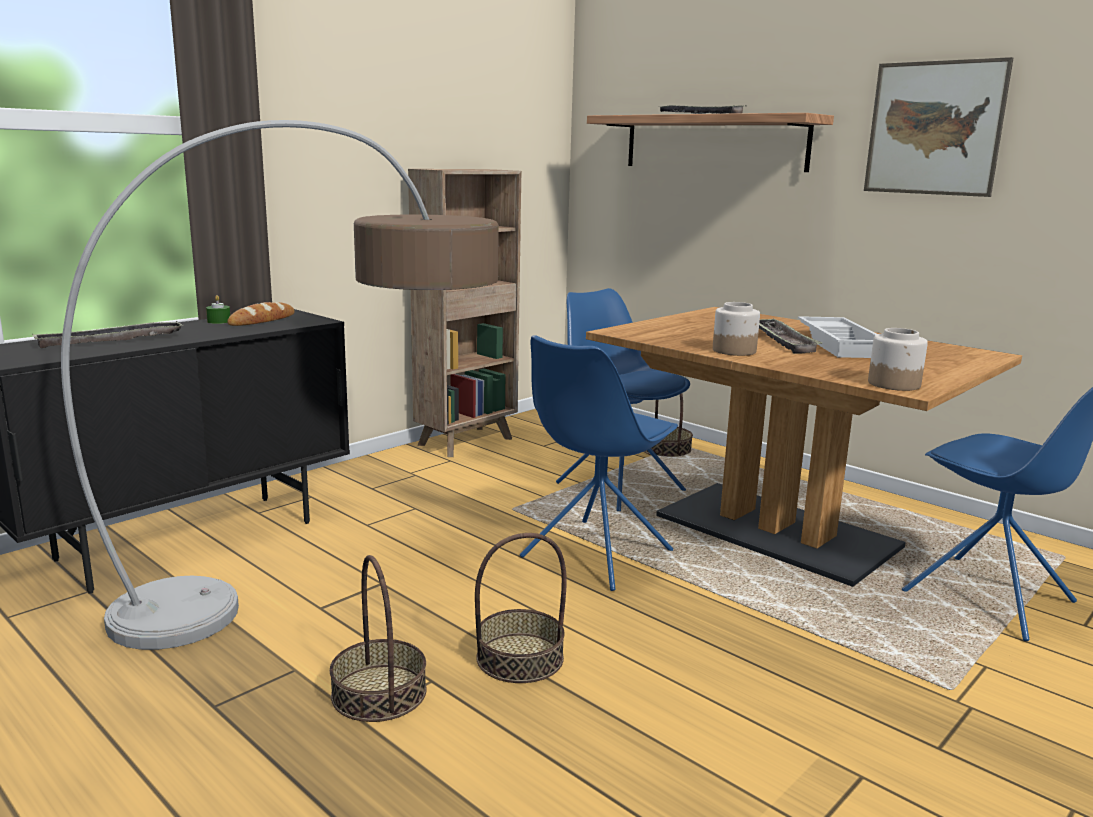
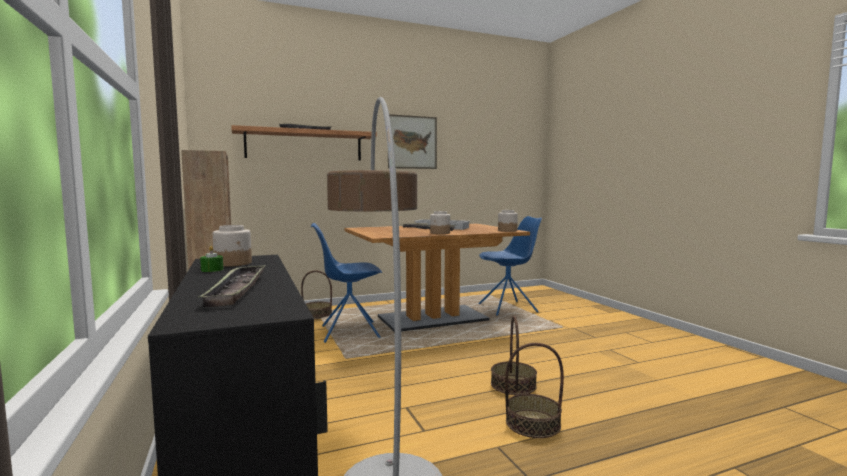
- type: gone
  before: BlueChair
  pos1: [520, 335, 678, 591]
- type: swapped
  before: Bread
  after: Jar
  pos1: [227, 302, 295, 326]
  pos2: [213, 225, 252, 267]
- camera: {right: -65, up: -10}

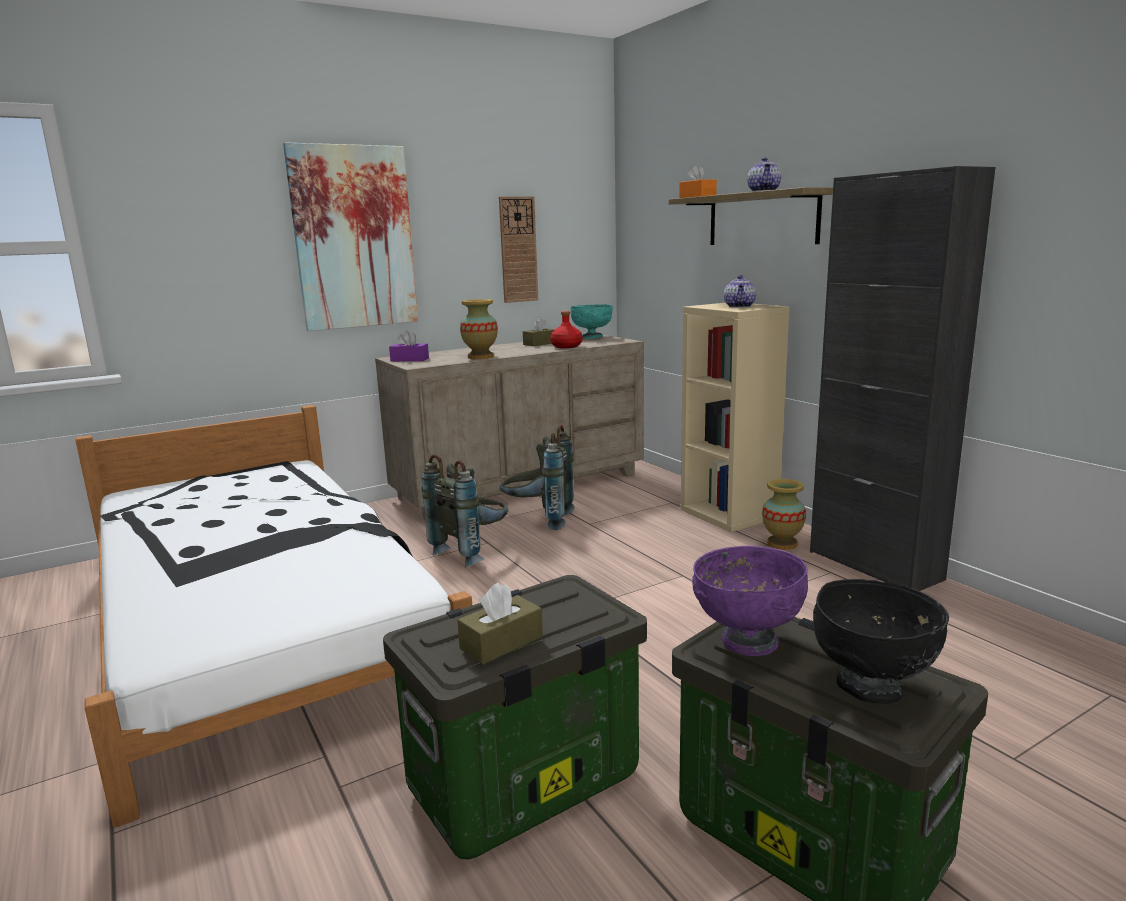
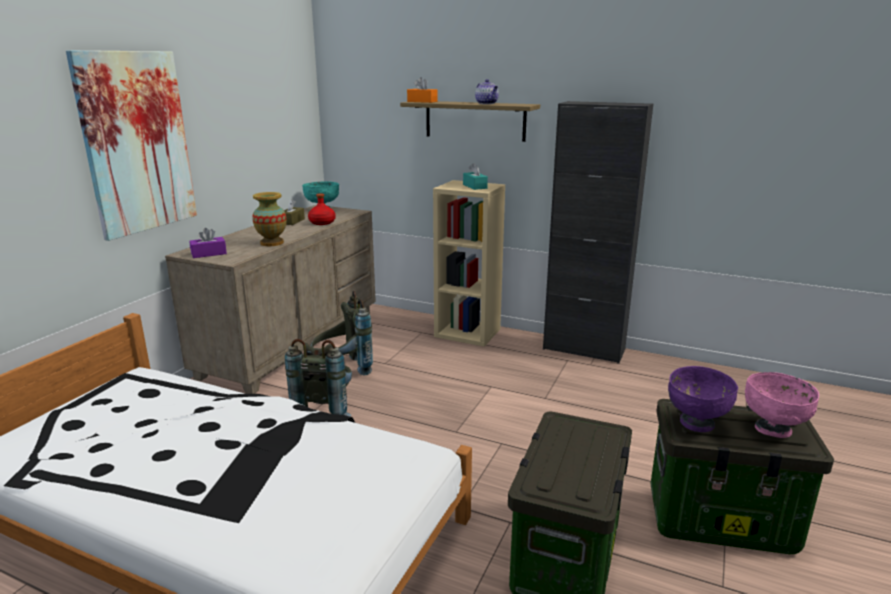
- type: gone
  before: BrownTissueBox
  pos1: [457, 583, 543, 665]
- type: gone
  before: WallClock
  pos1: [499, 196, 538, 303]
- type: gone
  before: Vase
  pos1: [762, 479, 806, 550]
- type: swapped
  before: Teapot
  after: TurquoiseTissueBox
  pos1: [724, 275, 756, 308]
  pos2: [463, 163, 488, 190]
- type: repainted
  before: BlackBowl
  after: PinkBowl
  pos1: [813, 579, 949, 704]
  pos2: [745, 372, 819, 438]
- camera: {right: -35, up: 5}

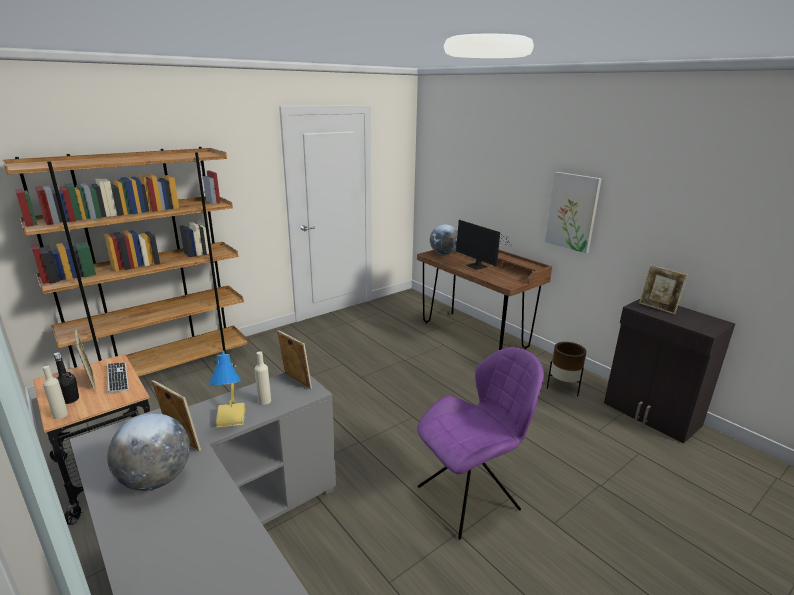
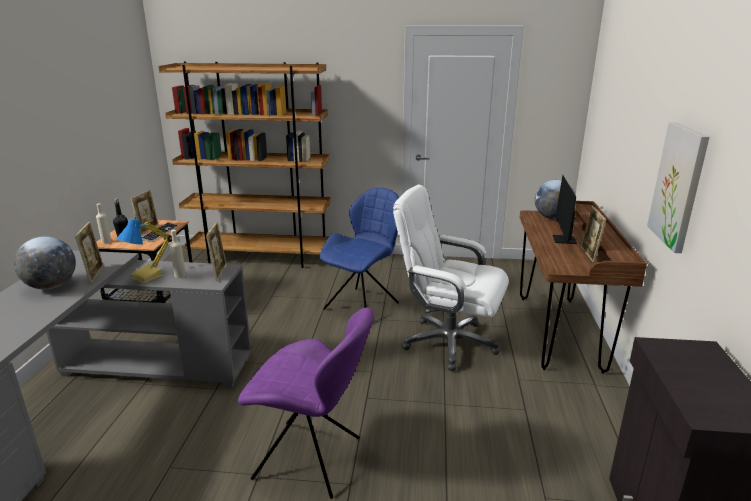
- type: gone
  before: BrownPlanter
  pos1: [547, 342, 587, 397]
- type: new
  after: BlueChair
  pos2: [320, 188, 399, 310]
- type: new
  after: WhiteOfficeChair
  pos2: [393, 185, 509, 371]
- type: shifted
  before: PictureFrame
  pos1: [639, 265, 688, 314]
  pos2: [581, 206, 606, 263]
- camera: {right: 45, up: 0}

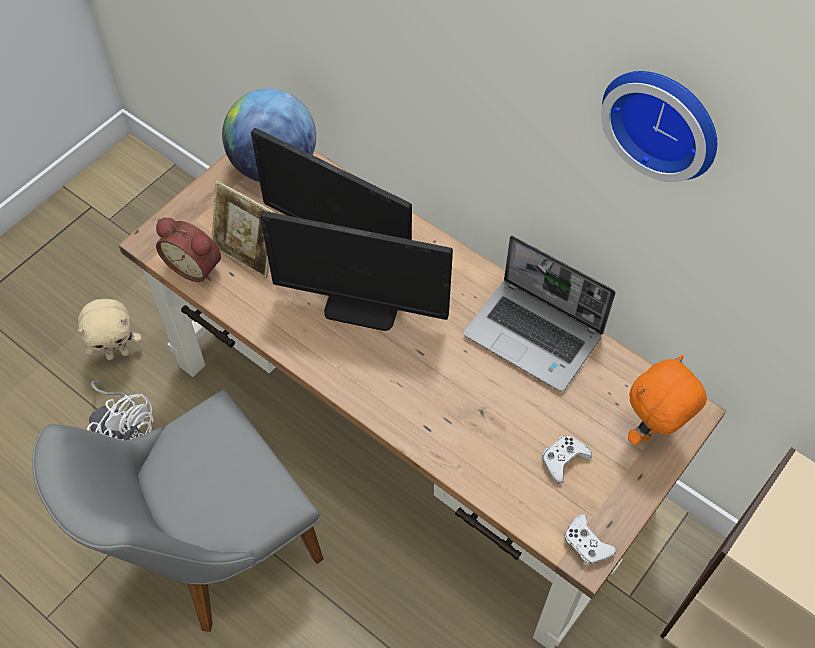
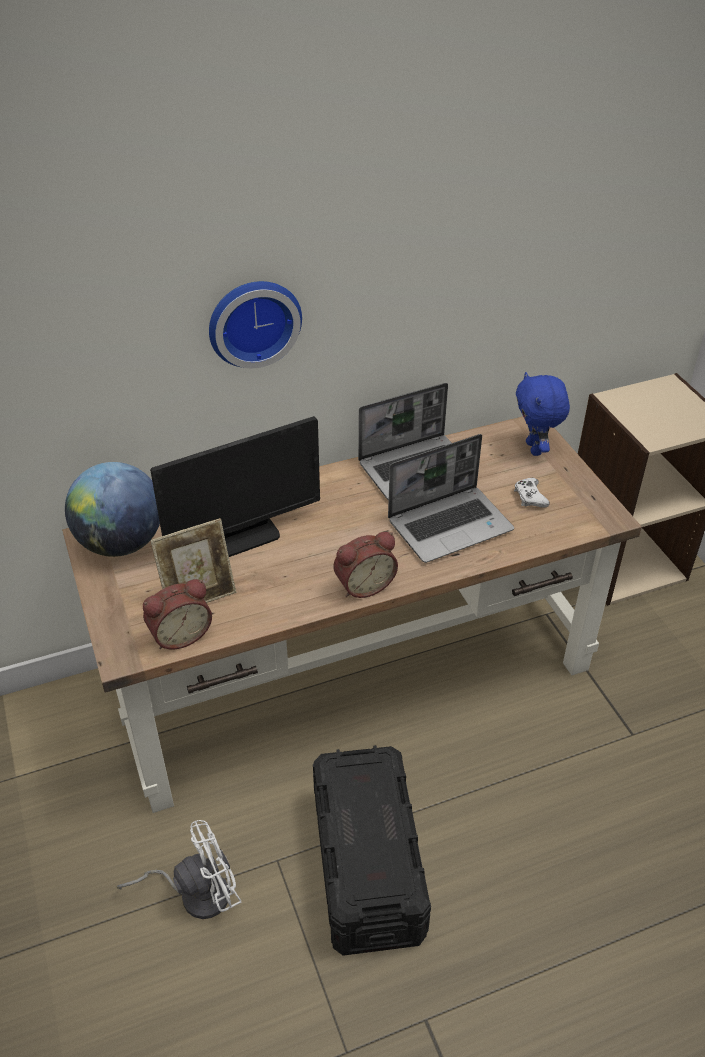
- type: gone
  before: BeigePlushToy
  pos1: [78, 299, 142, 360]
- type: gone
  before: Monitor
  pos1: [260, 211, 453, 331]
- type: gone
  before: WhiteGameController
  pos1: [564, 514, 616, 565]
- type: new
  after: AlarmClock
  pos2: [333, 532, 398, 598]
- type: new
  after: Laptop
  pos2: [388, 434, 514, 563]
- type: shifted
  before: WallClock
  pos1: [601, 71, 717, 182]
  pos2: [209, 281, 302, 368]
- type: swapped
  before: GreyChair
  after: BlackStorageBox
  pos1: [32, 389, 324, 632]
  pos2: [313, 745, 431, 956]
- type: repainted
  before: OrangePlushToy
  after: BluePlushToy
  pos1: [628, 355, 707, 445]
  pos2: [516, 372, 570, 456]
- camera: {right: -60, up: -15}

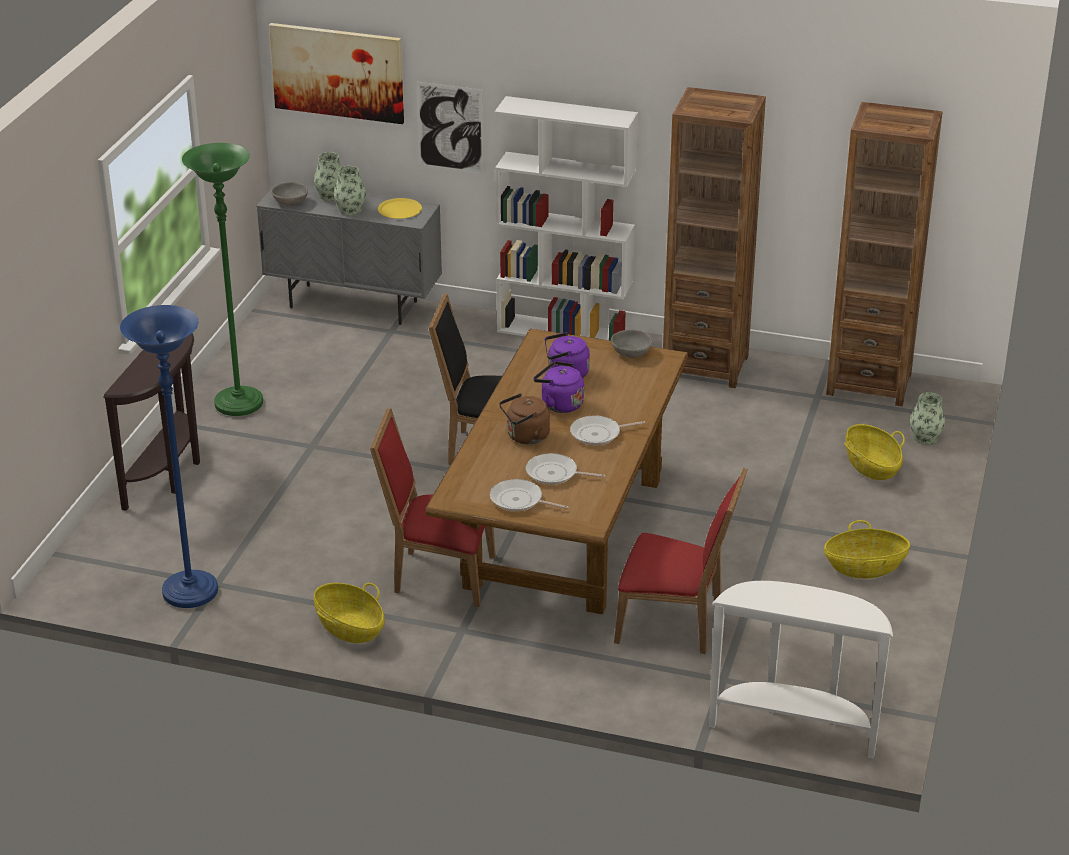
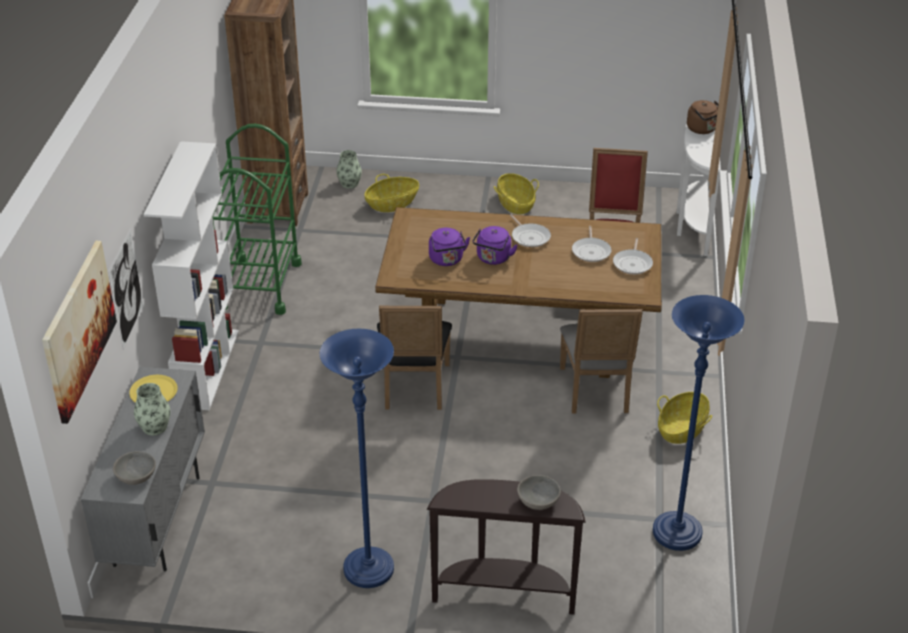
- type: gone
  before: Vase
  pos1: [314, 152, 342, 201]
- type: shifted
  before: BrownKettle
  pos1: [499, 393, 550, 444]
  pos2: [687, 100, 719, 134]
- type: shifted
  before: GreyBowl
  pos1: [611, 329, 652, 358]
  pos2: [517, 475, 561, 510]
- type: swapped
  before: BrownBookcase
  after: GreenCart
  pos1: [663, 87, 766, 388]
  pos2: [213, 124, 302, 315]
- type: repainted
  before: GreenFloorLamp
  after: BlueFloorLamp
  pos1: [182, 143, 263, 416]
  pos2: [320, 329, 394, 588]
- type: repainted
  before: RedChair
  after: GreyChair
  pos1: [370, 408, 496, 607]
  pos2: [560, 309, 643, 413]
- camera: {right: -100, up: 5}

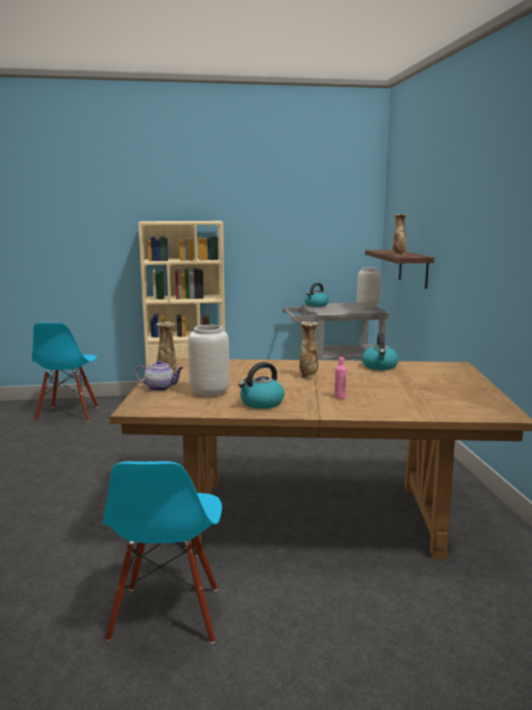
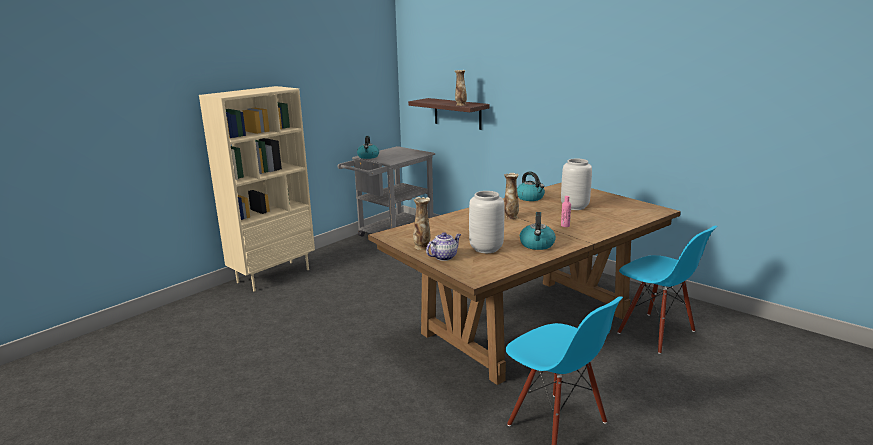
- type: shifted
  before: BlueChair
  pos1: [32, 323, 99, 422]
  pos2: [617, 226, 717, 354]
- type: shifted
  before: GreyVase
  pos1: [357, 267, 381, 308]
  pos2: [561, 159, 592, 210]
- camera: {right: -40, up: 5}

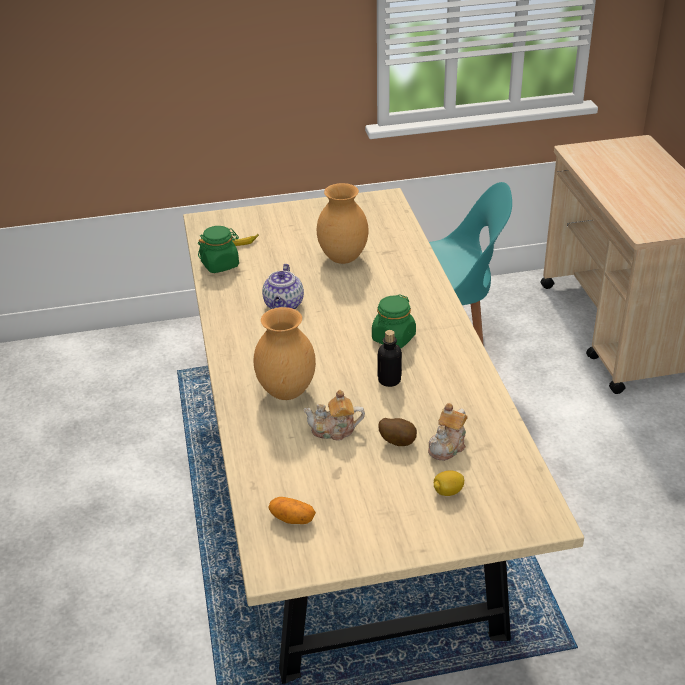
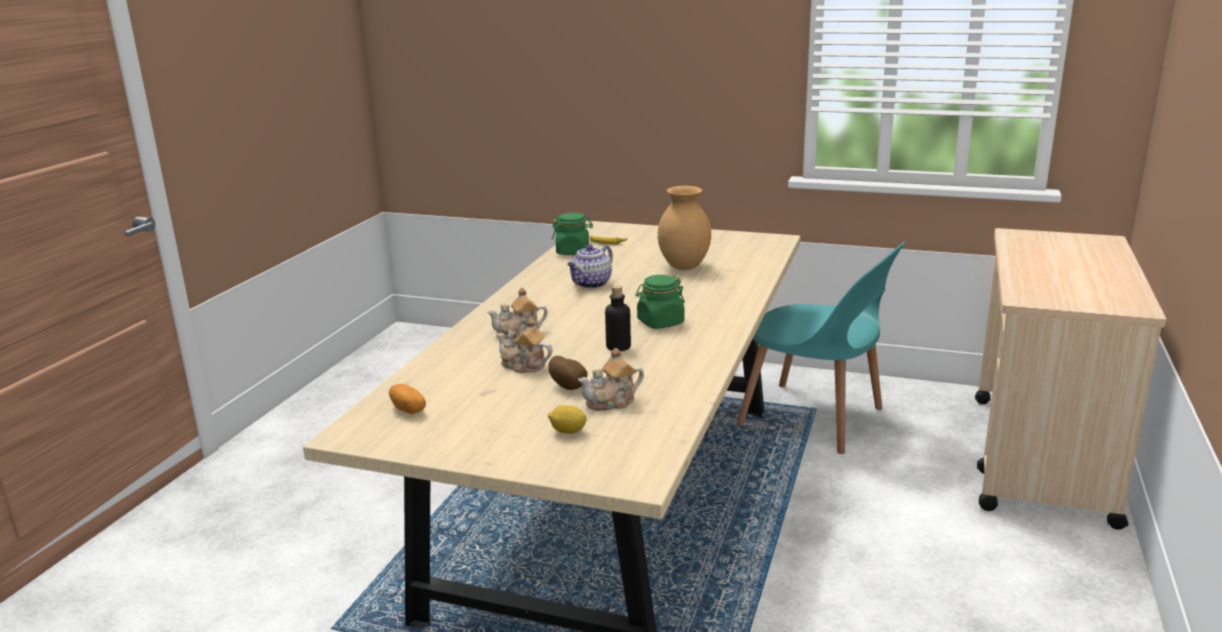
- type: swapped
  before: BrownVase
  after: Teapot
  pos1: [254, 307, 316, 400]
  pos2: [488, 288, 548, 339]
- camera: {right: 30, up: -15}

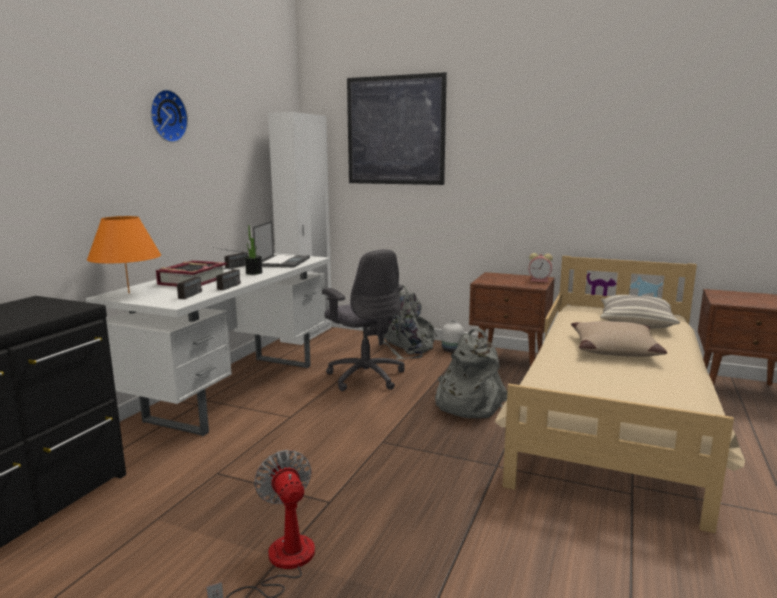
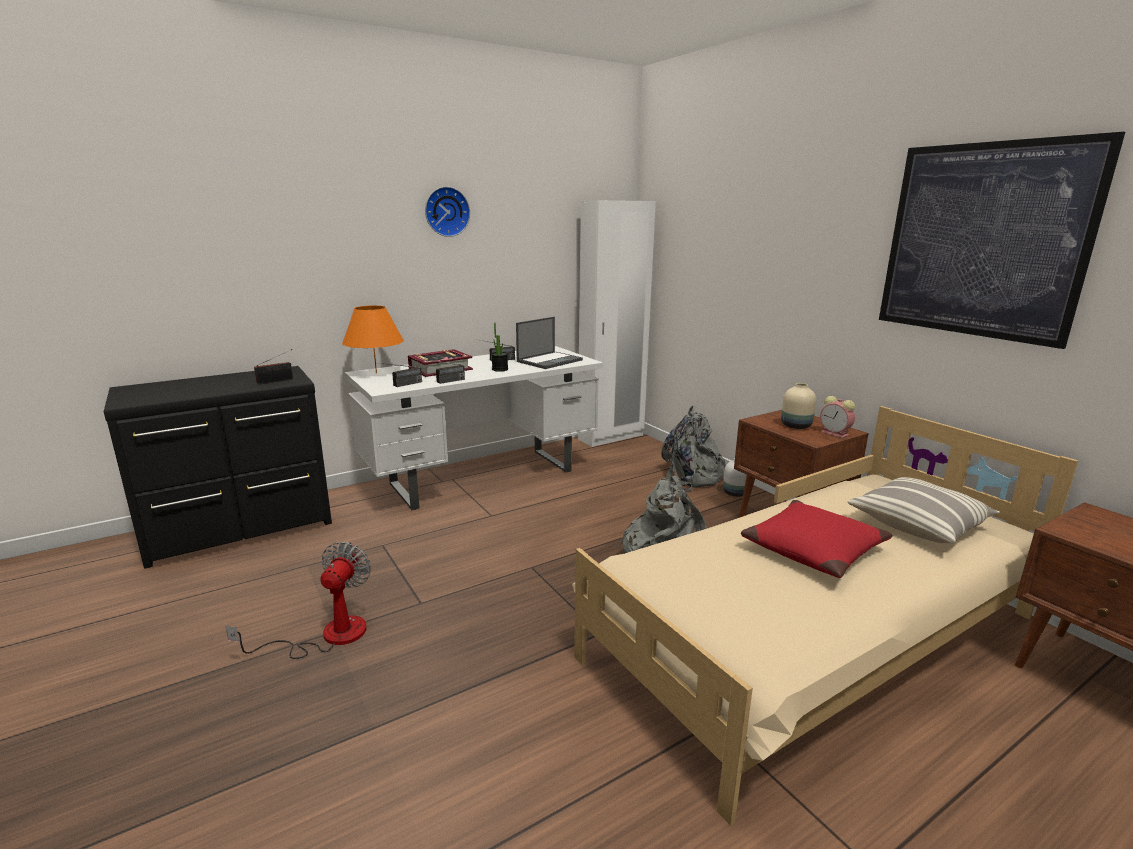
- type: gone
  before: GreyOfficeChair
  pos1: [322, 249, 405, 391]
- type: new
  after: Radio
  pos2: [254, 349, 293, 384]
- type: new
  after: BeigeVase
  pos2: [781, 383, 816, 429]
- type: shifted
  before: Picture
  pos1: [347, 72, 447, 185]
  pos2: [879, 132, 1125, 349]
- type: repainted
  before: BeigePillow
  after: RedPillow
  pos1: [571, 321, 667, 357]
  pos2: [741, 500, 892, 578]
- camera: {right: 35, up: 5}

